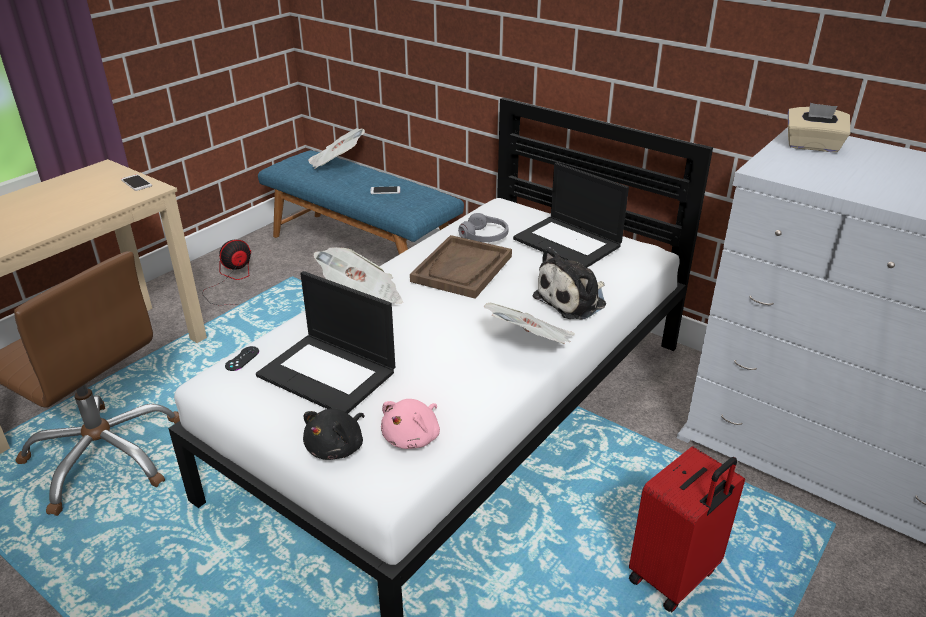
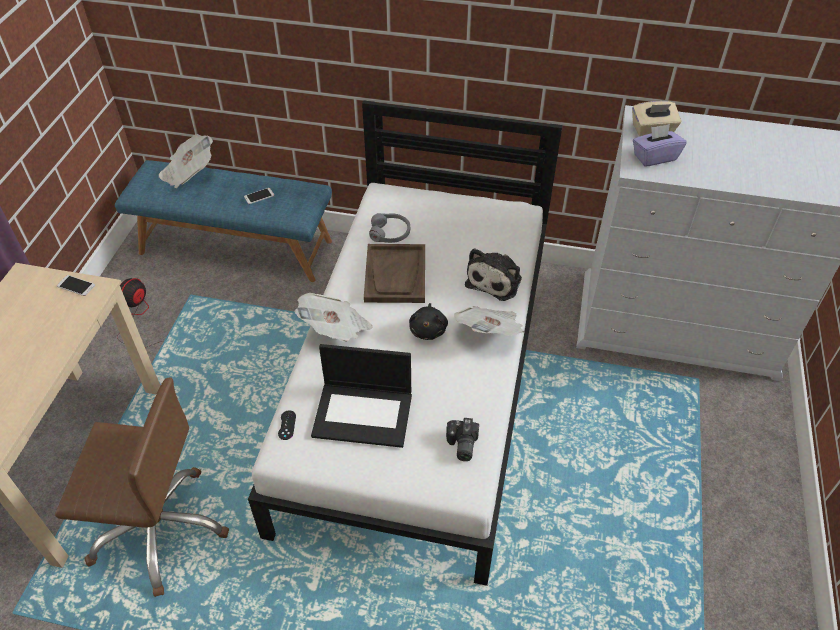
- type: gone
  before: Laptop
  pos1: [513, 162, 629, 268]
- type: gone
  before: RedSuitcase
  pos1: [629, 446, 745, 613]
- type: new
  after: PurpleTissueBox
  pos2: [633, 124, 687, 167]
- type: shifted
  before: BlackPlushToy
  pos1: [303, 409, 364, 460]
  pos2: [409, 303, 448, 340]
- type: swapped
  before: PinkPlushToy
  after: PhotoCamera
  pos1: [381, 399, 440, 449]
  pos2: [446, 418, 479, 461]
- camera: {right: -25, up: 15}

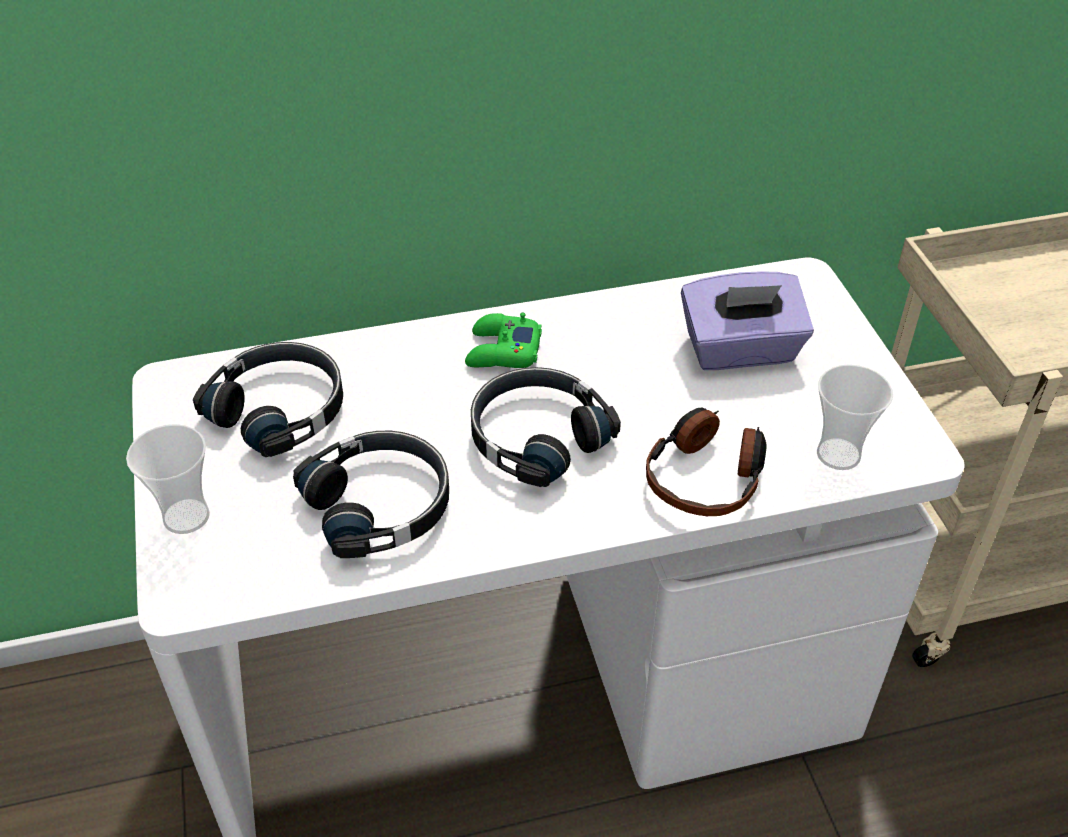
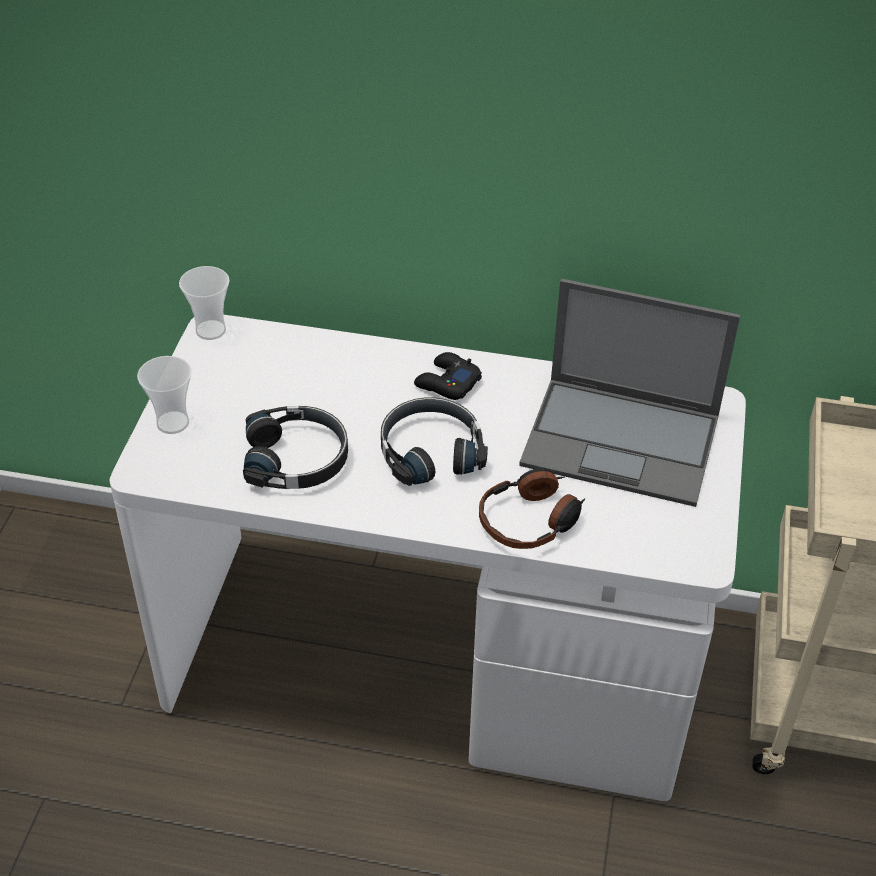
- type: gone
  before: BlackHeadphones
  pos1: [193, 342, 343, 457]
- type: shifted
  before: Cup
  pos1: [817, 364, 893, 470]
  pos2: [179, 266, 229, 340]
- type: swapped
  before: PurpleTissueBox
  after: Laptop
  pos1: [681, 271, 814, 370]
  pos2: [519, 279, 740, 507]
- type: repainted
  before: GreenGameController
  after: BlackGameController
  pos1: [465, 313, 542, 368]
  pos2: [414, 352, 482, 400]
- camera: {right: 25, up: 0}

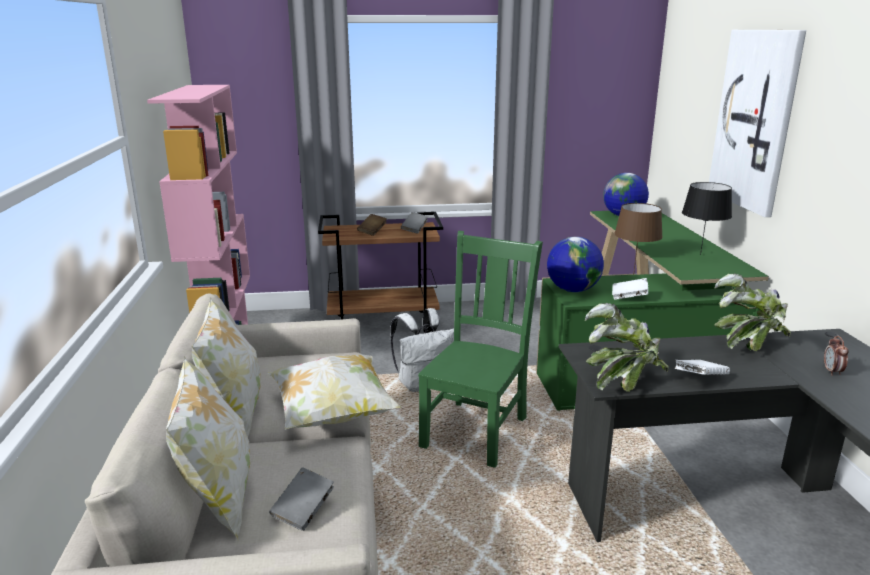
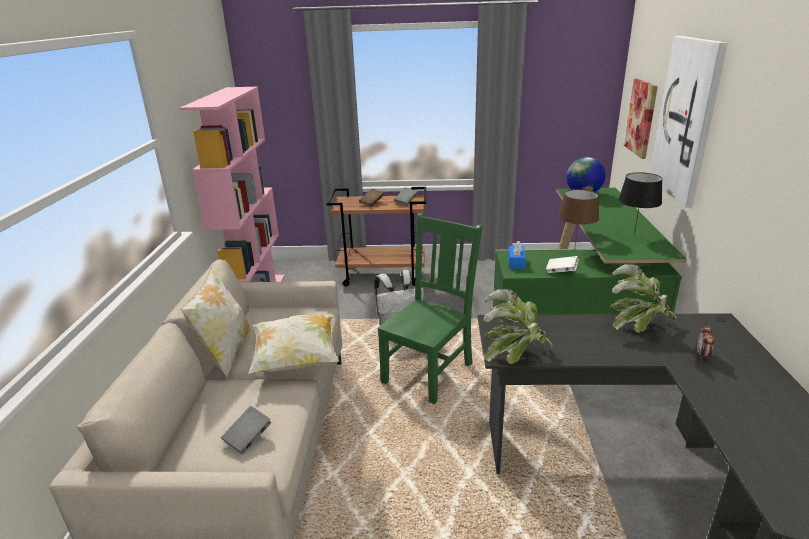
- type: gone
  before: Pillow
  pos1: [166, 356, 250, 540]
- type: gone
  before: WhiteBook
  pos1: [675, 360, 730, 375]
- type: new
  after: Picture
  pos2: [624, 79, 658, 159]
- type: swapped
  before: Globe
  after: BlueTissueBox
  pos1: [547, 237, 604, 292]
  pos2: [508, 241, 526, 269]
- camera: {right: 10, up: 5}

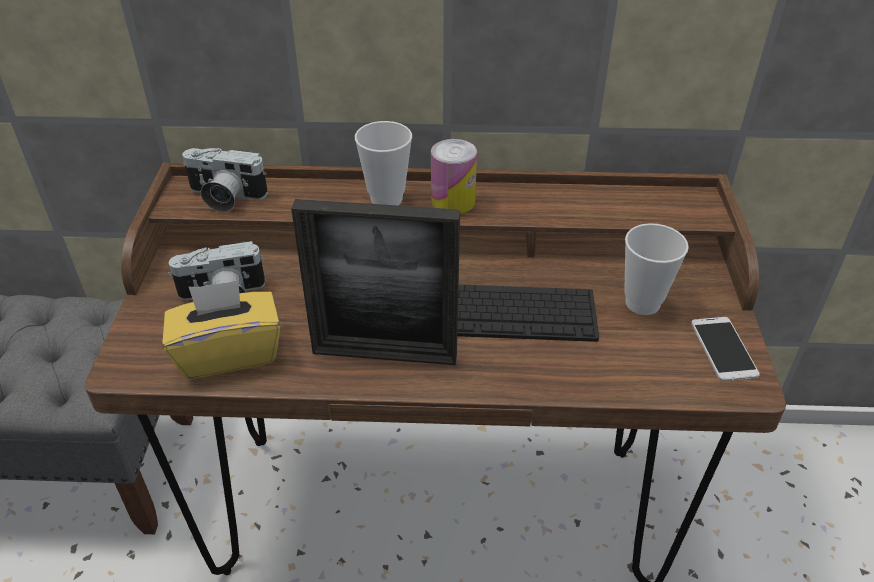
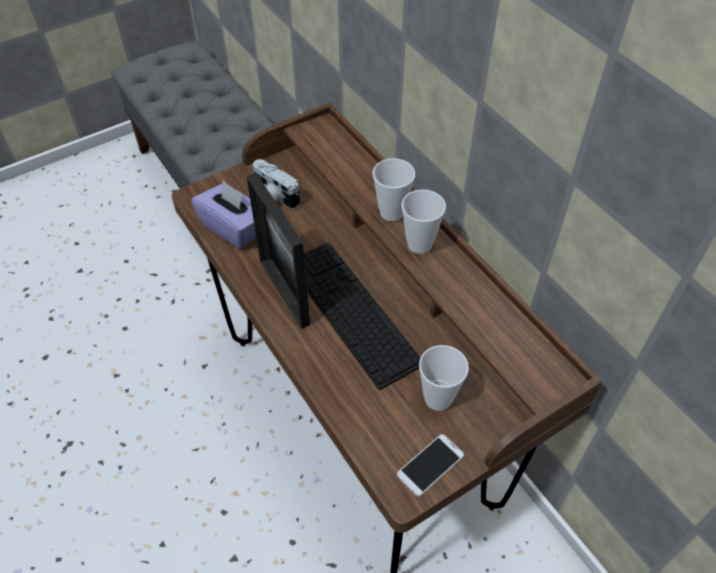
- type: gone
  before: PhotoCamera
  pos1: [182, 148, 268, 212]
- type: swapped
  before: Can
  after: Cup
  pos1: [431, 139, 477, 214]
  pos2: [402, 190, 446, 254]
- type: repainted
  before: YellowTissueBox
  after: PurpleTissueBox
  pos1: [162, 280, 281, 379]
  pos2: [191, 181, 256, 249]
- camera: {right: 55, up: 10}

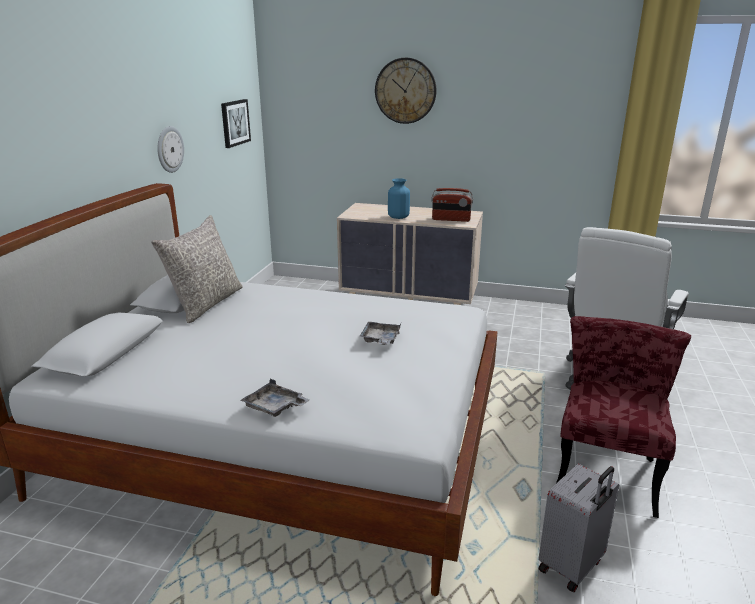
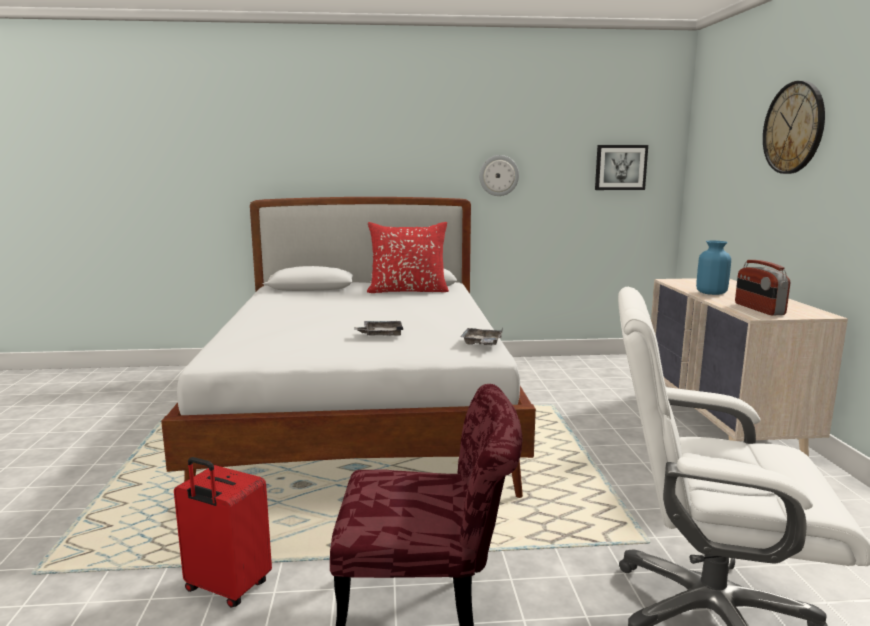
- type: shifted
  before: GreyTray
  pos1: [241, 379, 310, 417]
  pos2: [460, 328, 503, 346]
- type: repainted
  before: GreyPillow
  after: RedPillow
  pos1: [151, 215, 243, 323]
  pos2: [367, 222, 449, 293]
- type: repainted
  before: GreySuitcase
  after: RedSuitcase
  pos1: [538, 464, 619, 592]
  pos2: [174, 457, 272, 608]
- camera: {right: 70, up: -10}

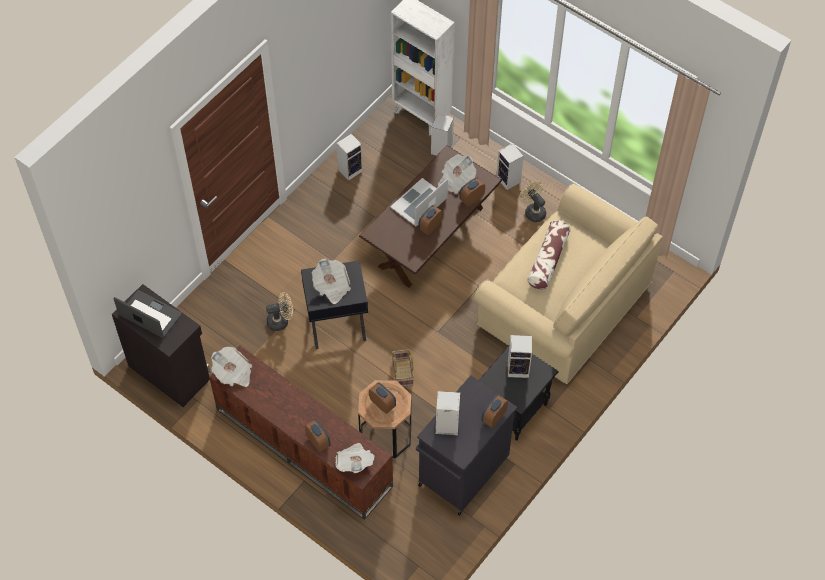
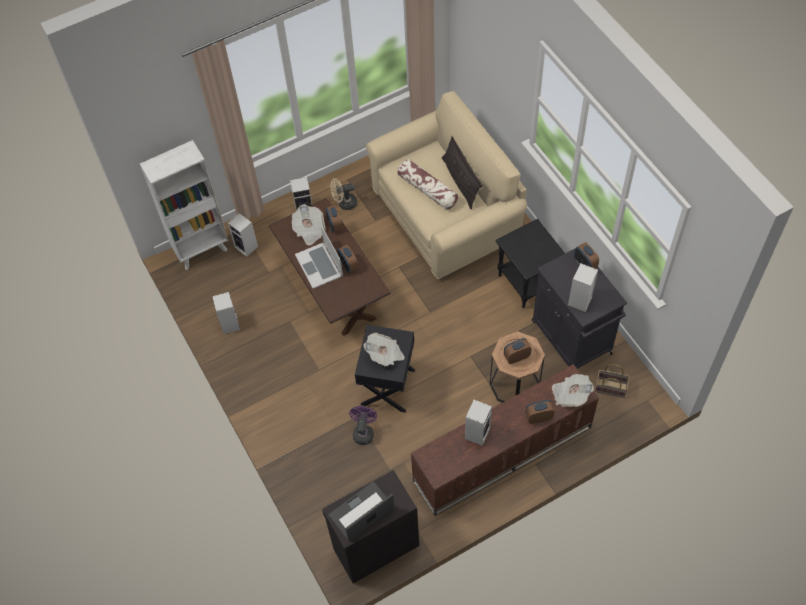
- type: gone
  before: Newspaper
  pos1: [211, 347, 252, 387]
- type: new
  after: Pillow
  pos2: [442, 136, 483, 209]
- type: shifted
  before: Basket
  pos1: [392, 349, 414, 387]
  pos2: [595, 364, 630, 398]
- type: shifted
  before: Speaker
  pos1: [508, 335, 532, 378]
  pos2: [465, 400, 492, 446]
- type: repainted
  before: BeigeFan
  after: PurpleFan
  pos1: [266, 292, 293, 331]
  pos2: [349, 406, 377, 445]
- camera: {right: -65, up: 0}

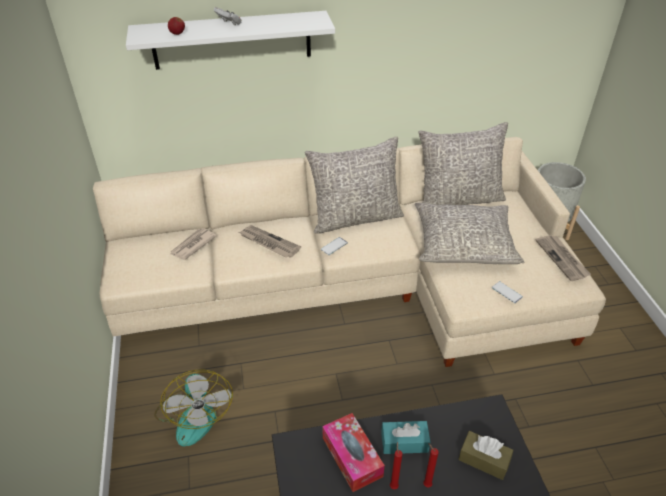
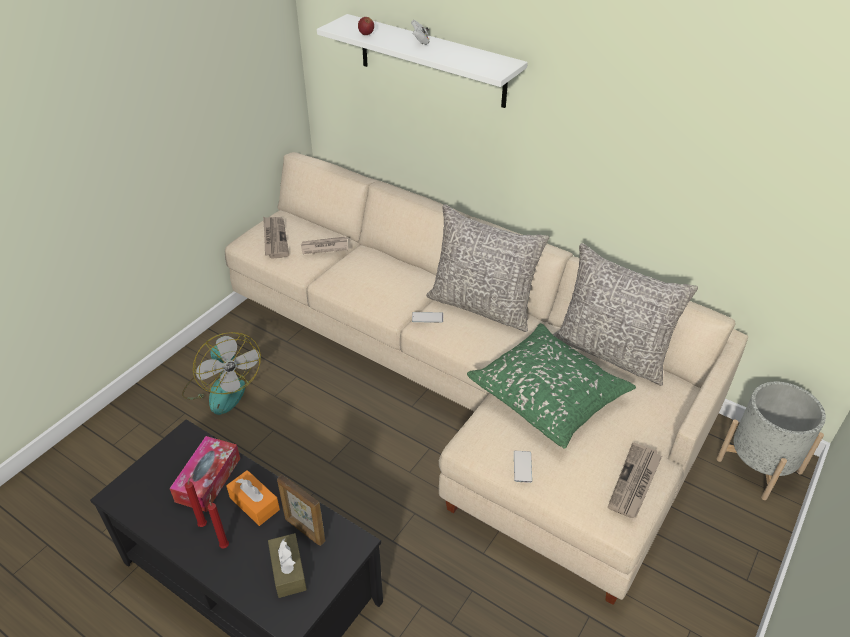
- type: new
  after: PictureFrame
  pos2: [277, 475, 325, 546]
- type: shifted
  before: Newspaper
  pos1: [239, 225, 301, 258]
  pos2: [263, 217, 289, 259]
- type: repainted
  before: TurquoiseTissueBox
  after: OrangeTissueBox
  pos1: [381, 421, 430, 454]
  pos2: [226, 470, 280, 526]
- type: repainted
  before: GreyPillow
  after: GreenPillow
  pos1: [415, 203, 524, 264]
  pos2: [467, 323, 636, 449]
- type: rotated
  before: Fan
  pos1: [154, 370, 233, 447]
  pos2: [182, 332, 261, 415]
  turn: -60
- camera: {right: 45, up: 0}

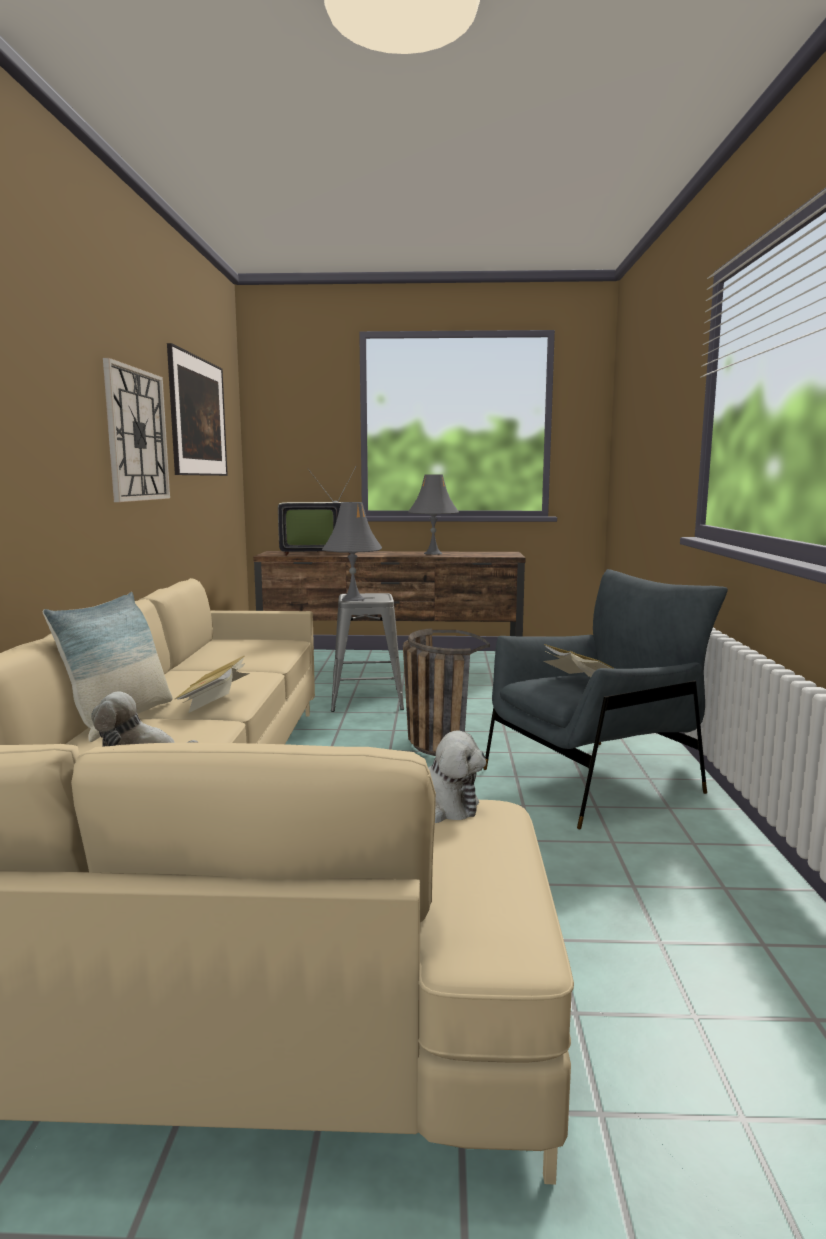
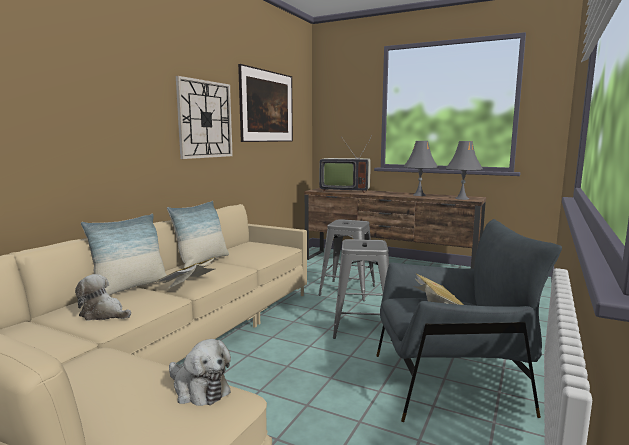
- type: new
  after: Pillow
  pos2: [167, 201, 229, 268]
- type: shifted
  before: GreyTableLamp
  pos1: [322, 502, 382, 601]
  pos2: [445, 141, 483, 200]
- type: swapped
  before: Basket
  after: GreyStool
  pos1: [403, 628, 490, 756]
  pos2: [333, 239, 389, 339]
- camera: {right: 25, up: 0}

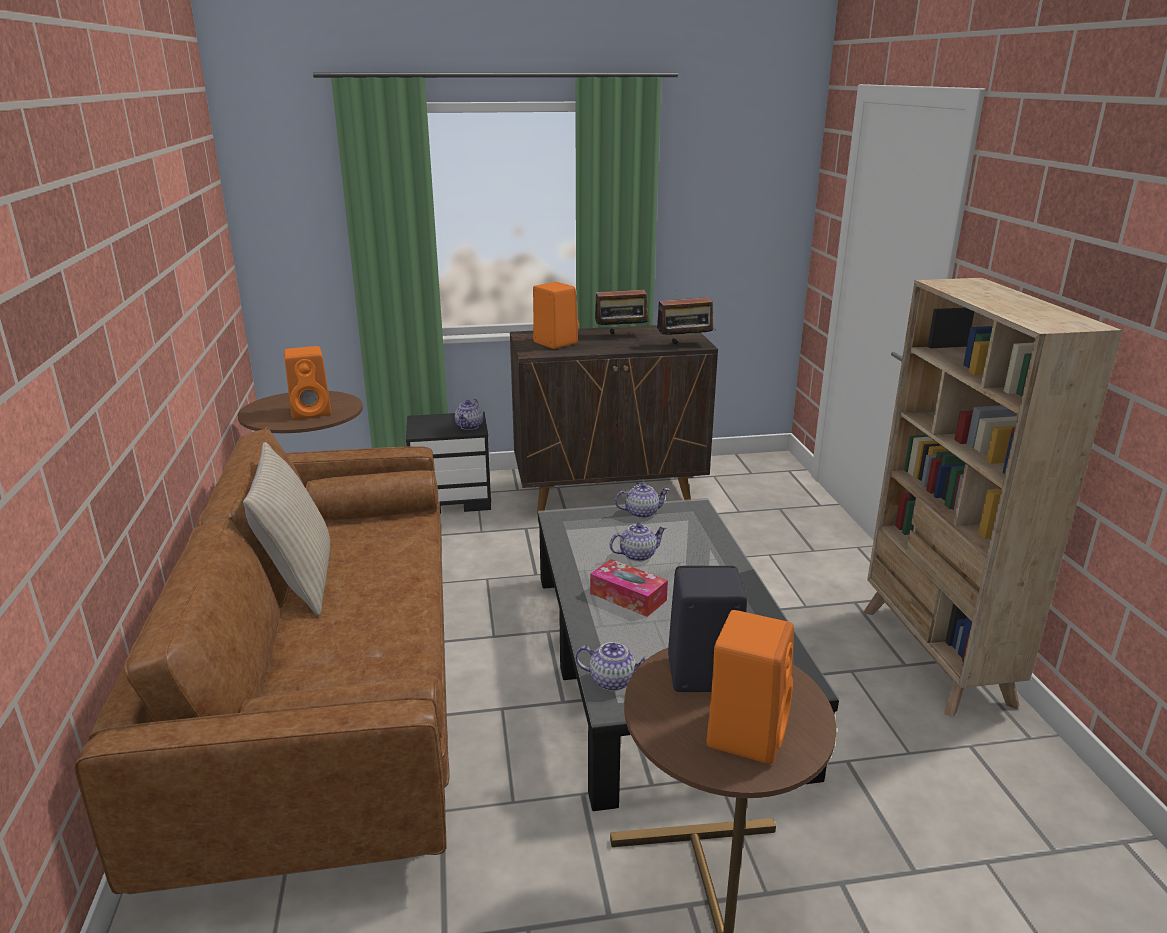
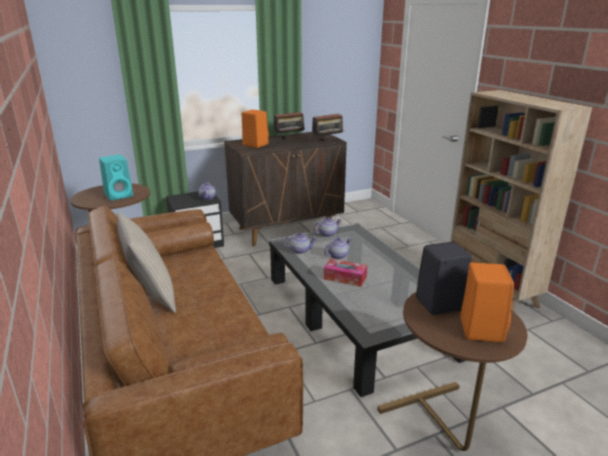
- type: shifted
  before: Teapot
  pos1: [575, 642, 649, 691]
  pos2: [283, 233, 317, 254]
- type: repainted
  before: OrangeSpeaker
  after: TurquoiseSpeaker
  pos1: [284, 346, 331, 419]
  pos2: [99, 155, 133, 201]
- camera: {right: -15, up: 0}

